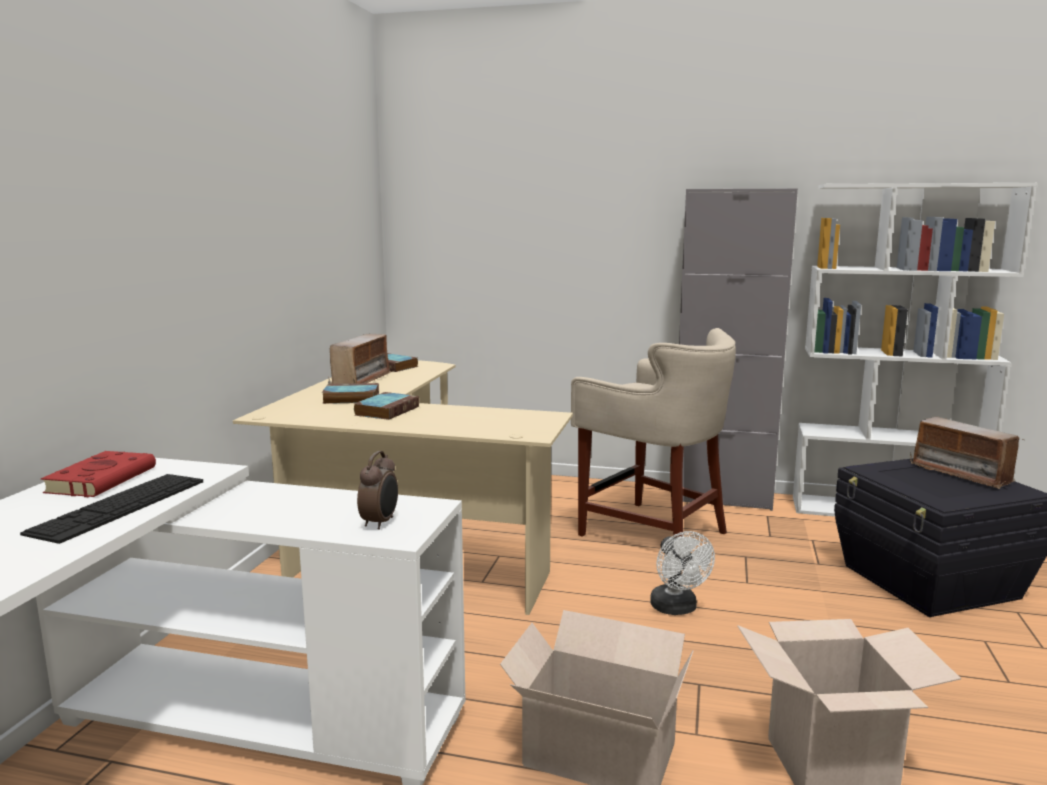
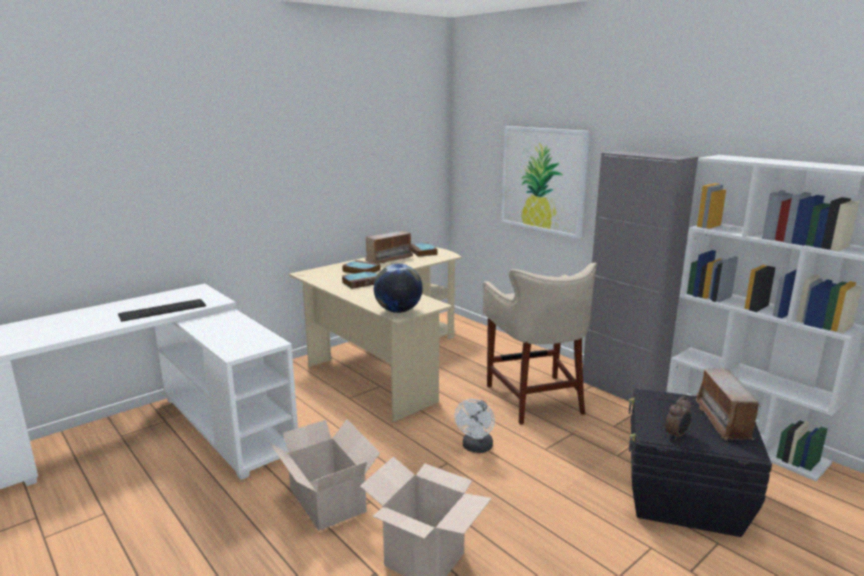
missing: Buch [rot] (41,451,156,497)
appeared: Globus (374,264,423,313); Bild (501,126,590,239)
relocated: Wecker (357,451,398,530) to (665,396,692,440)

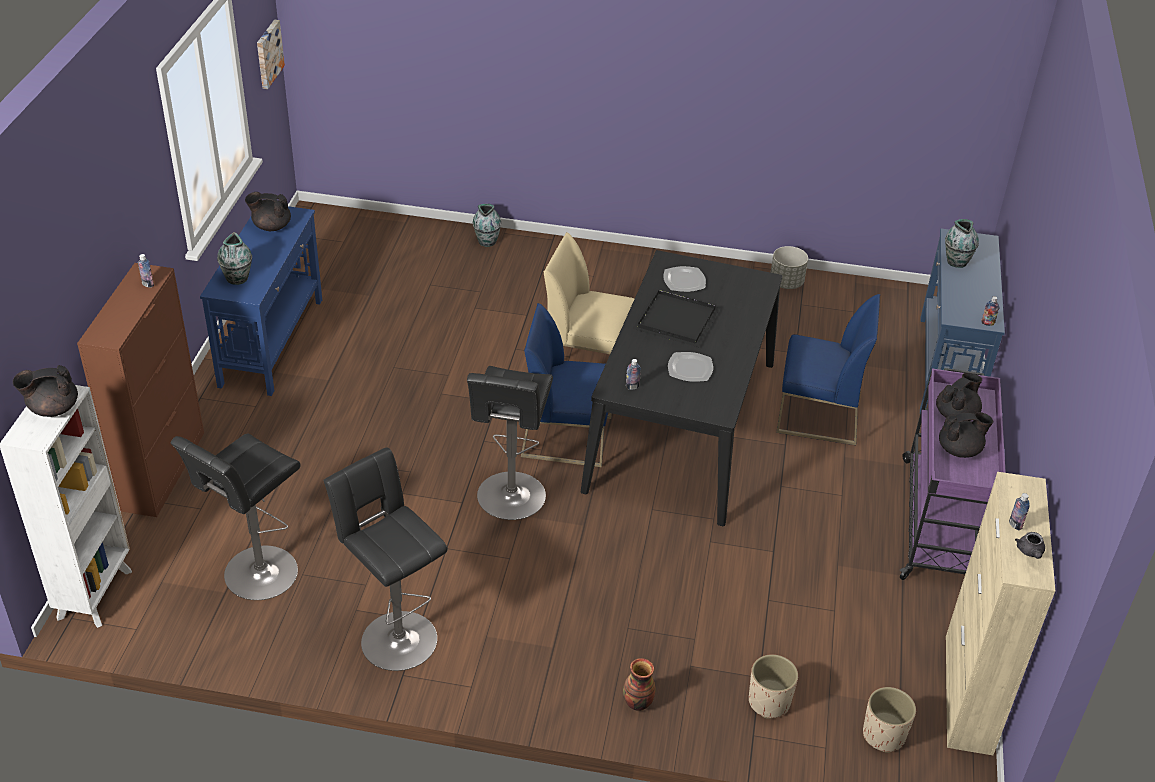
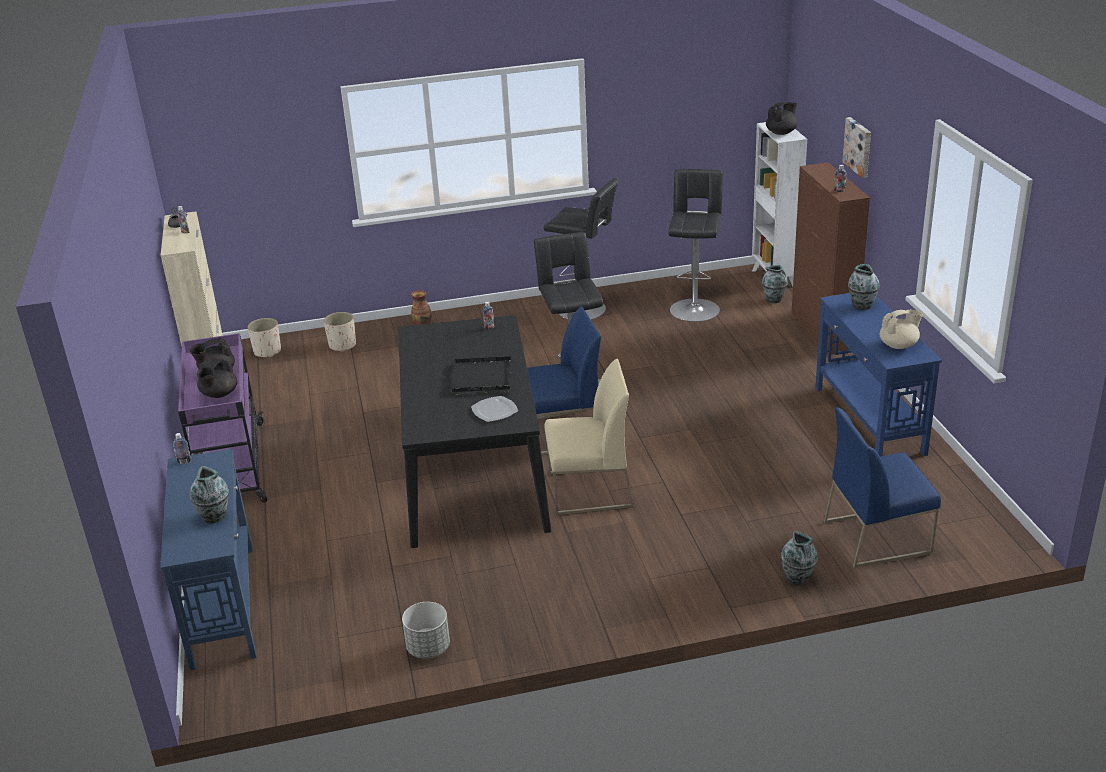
missing: Teller (668,352,713,382)
appeared: Vase (762,265,788,303)
relocated: Bild (257,20,285,89) to (842,117,871,178); Stuhl [blau] (776,294,880,445) to (824,407,941,568)
colour: Teekanne [schwarz] (245,192,291,231) to Teekanne [beige] (880,310,923,349)

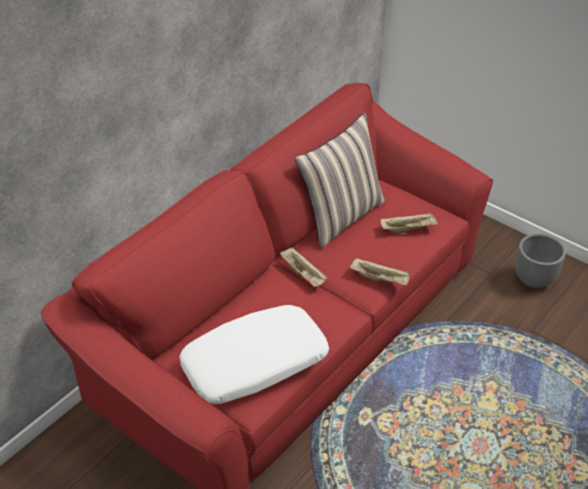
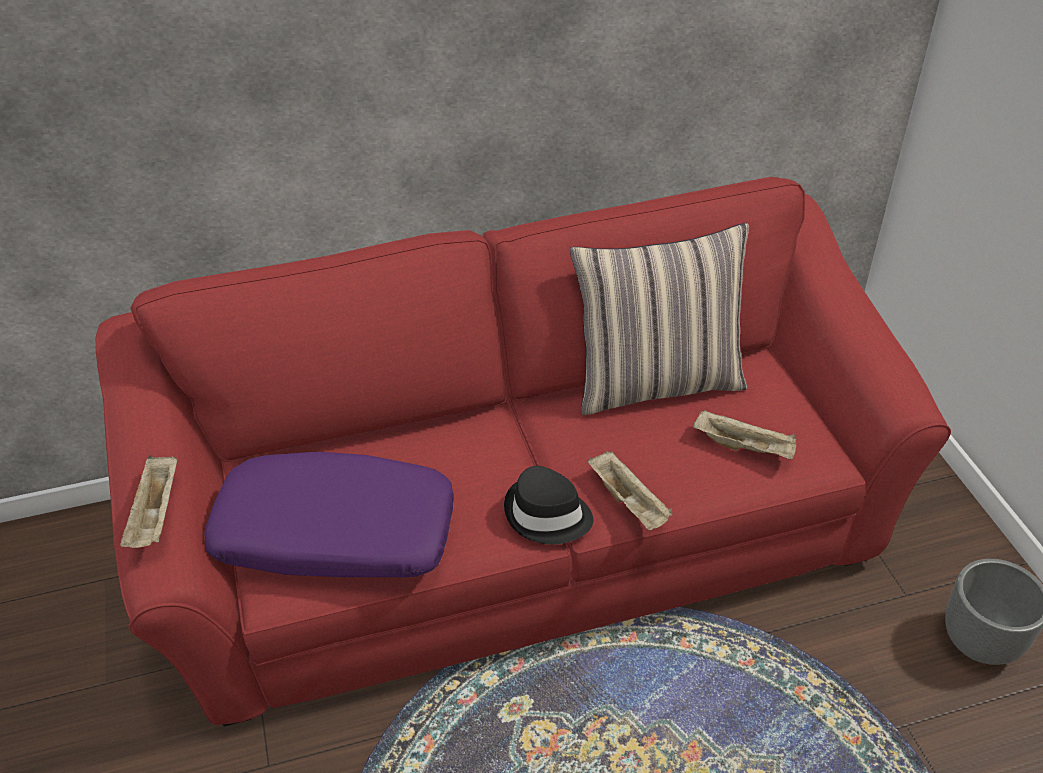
appeared: Hut [schwarz] (504,466,593,544)
relocated: Tablett [beige] (280,247,327,287) to (120,455,177,548)
colour: Kissen [weiß] (179,305,329,404) to Kissen [lila] (205,451,454,578)

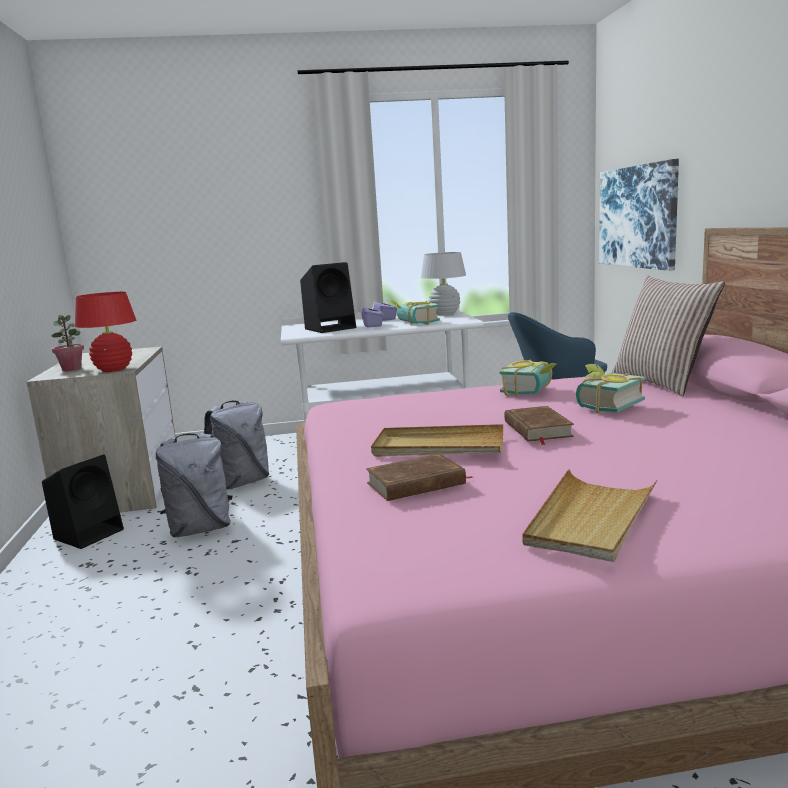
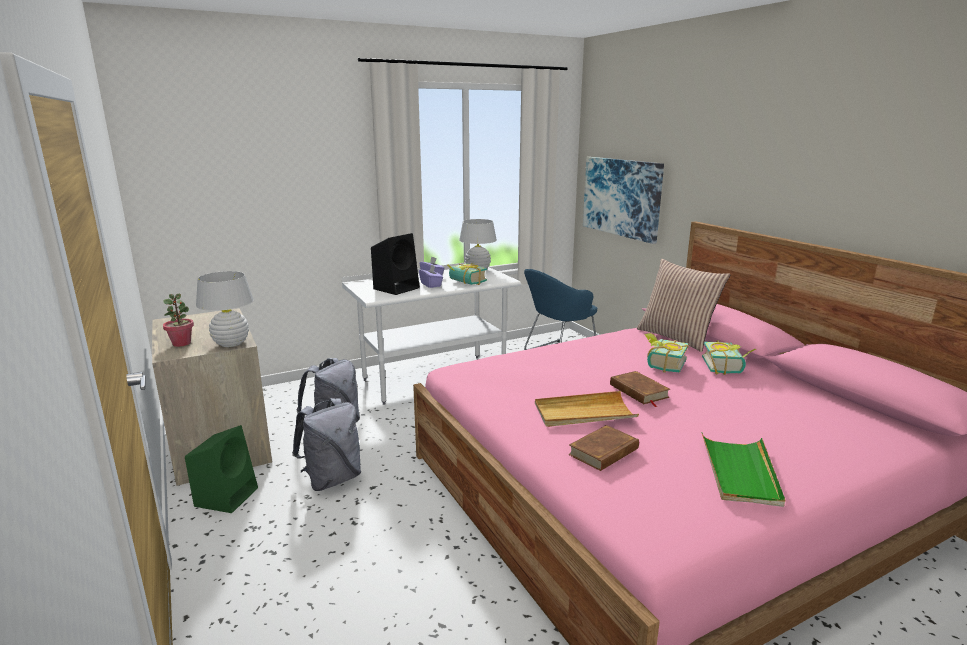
relocated: Buch (500,359,556,396) to (702,340,756,375)
colour: Lautsprecher [schwarz] (42,455,124,549) to Lautsprecher [grün] (185,425,258,513); Tischlampe [rot] (75,292,136,372) to Tischlampe [weiß] (196,271,254,347); Tablett [beige] (523,469,657,562) to Tablett [grün] (701,432,785,507)

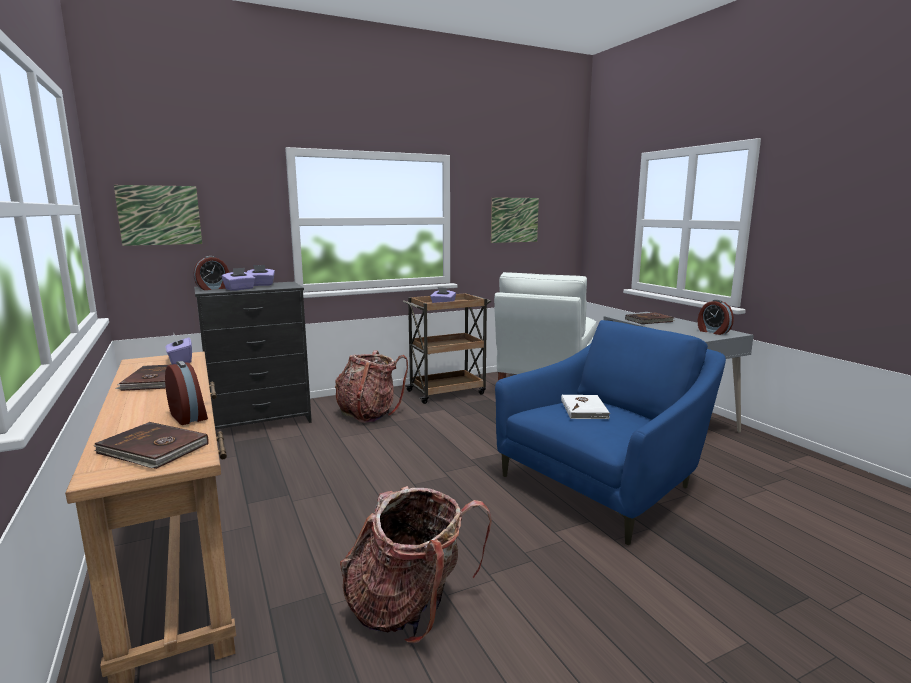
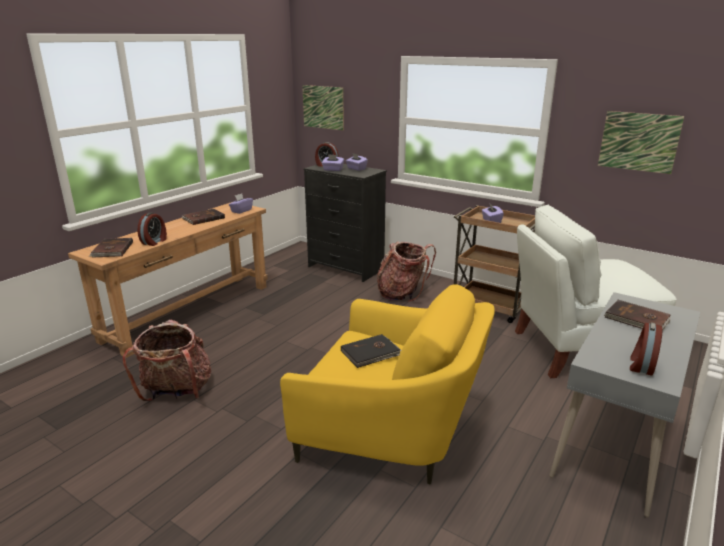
colour: Sessel [blau] (495,320,726,545) to Sessel [gelb] (280,284,495,485); Buch [weiß] (561,395,610,419) to Buch [schwarz] (341,334,402,368)

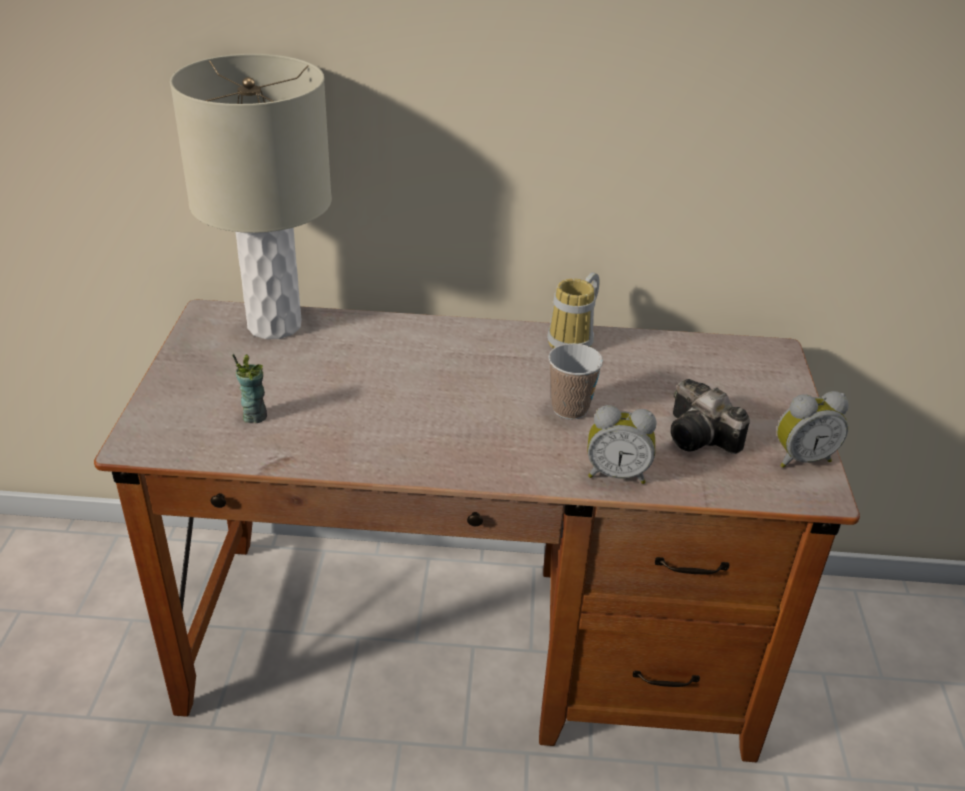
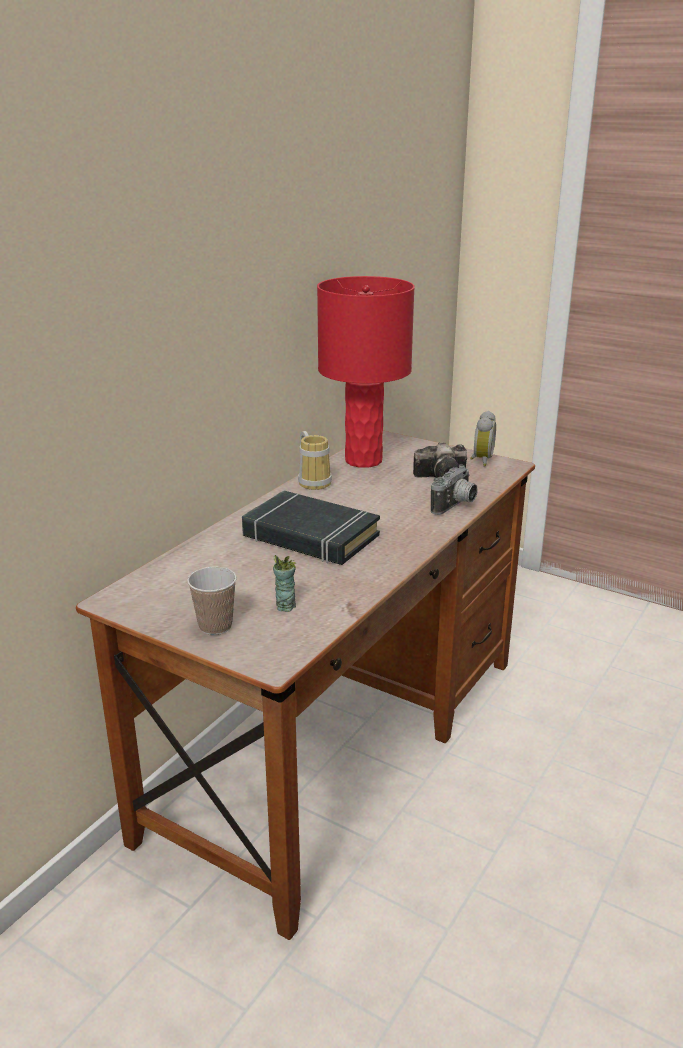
missing: Tischlampe [beige] (170,54,332,339)
appeared: Buch [schwarz] (242,490,380,565); Tischlampe [rot] (317,276,415,468)
relocated: Tasse (548,343,603,419) to (187,566,237,635)
exchanged: Wecker (588,405,656,484) to Kamera (431,464,478,515)

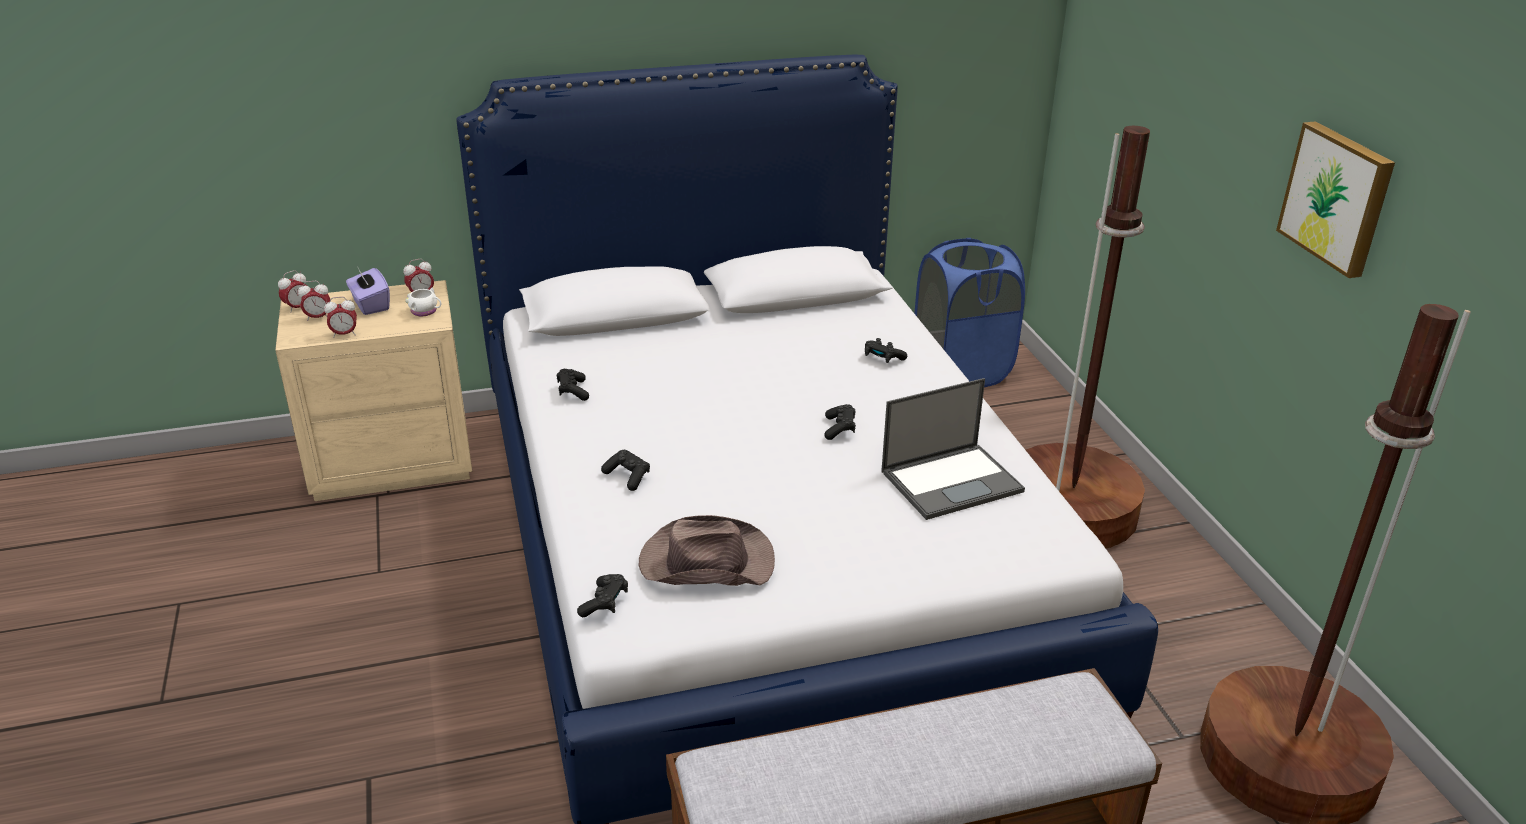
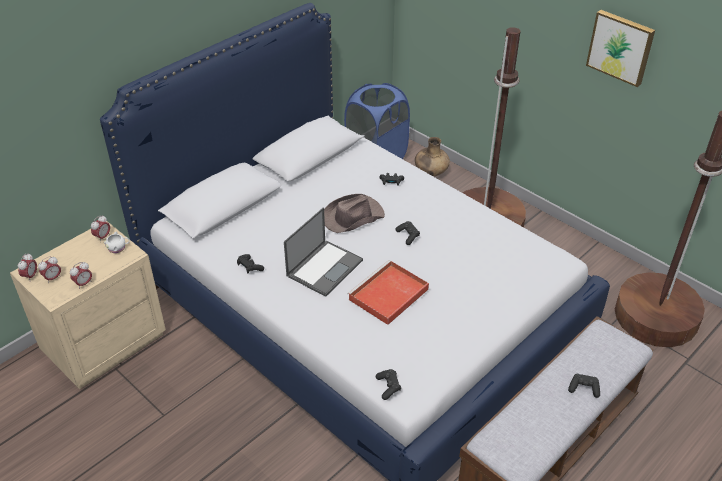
missing: Taschentuchbox [lila] (346,266,390,315)
appeared: Tablett [rot] (347,260,429,325); Vase [braun] (415,137,450,176)
relocated: Gamepad [schwarz] (601,450,650,491) to (568,373,600,398); Hut [braun] (639,515,775,586) to (324,194,385,233); Laptop (881,378,1025,520) to (284,207,363,297)

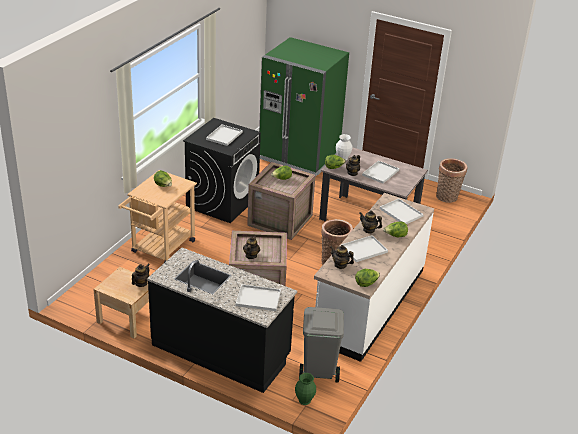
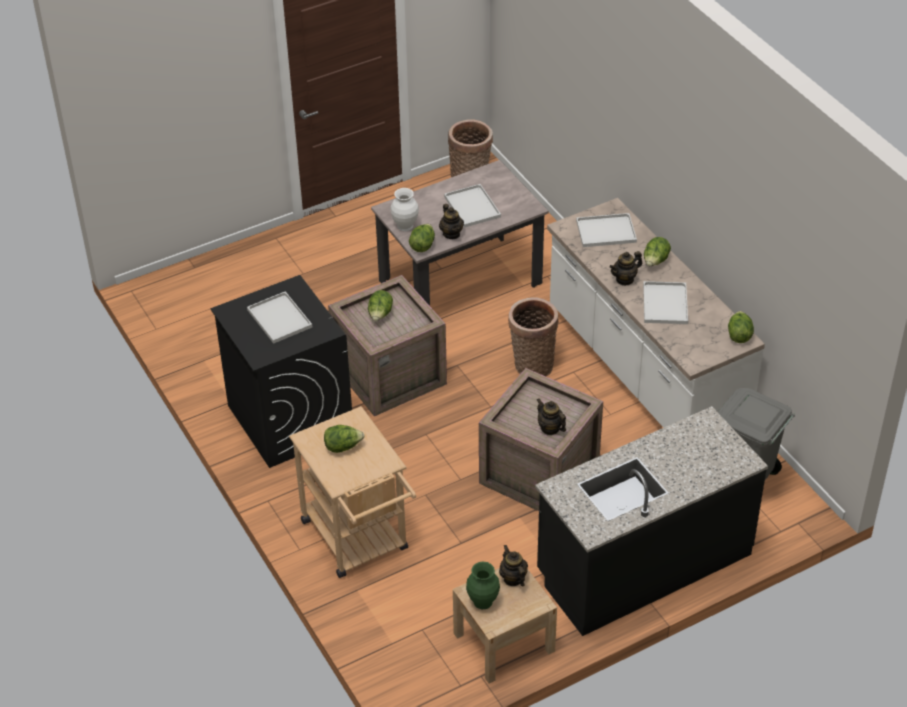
missing: Tablett [weiß] (236,284,281,311); Kühlschrank [grün] (259,37,349,177); Teekanne (330,245,354,269)
relocated: Vase [grün] (295,373,316,405) to (466,561,500,609)

